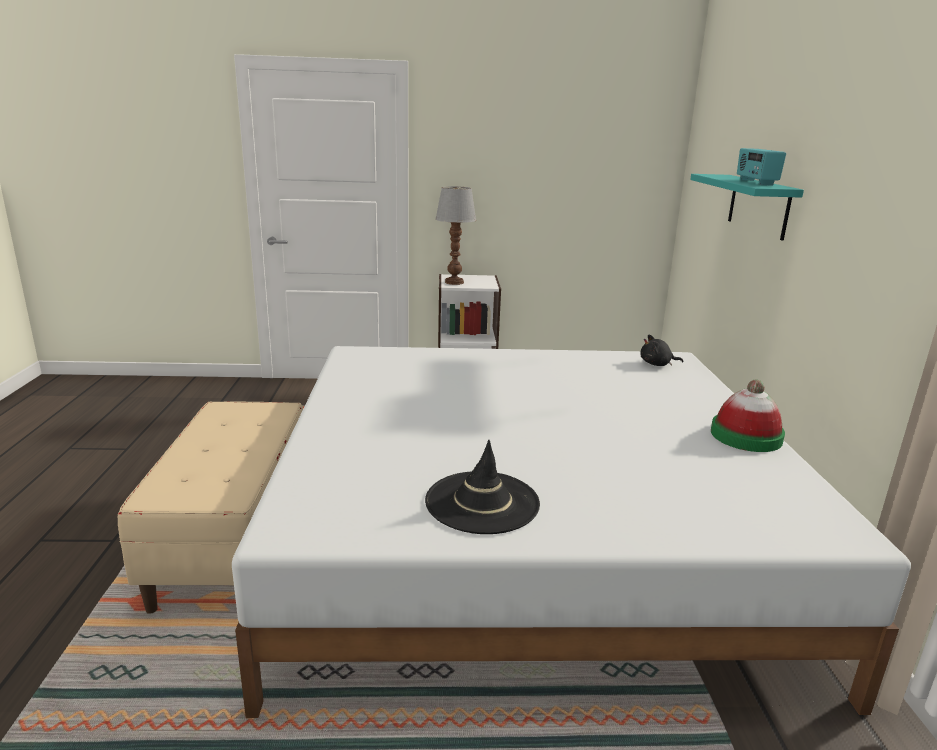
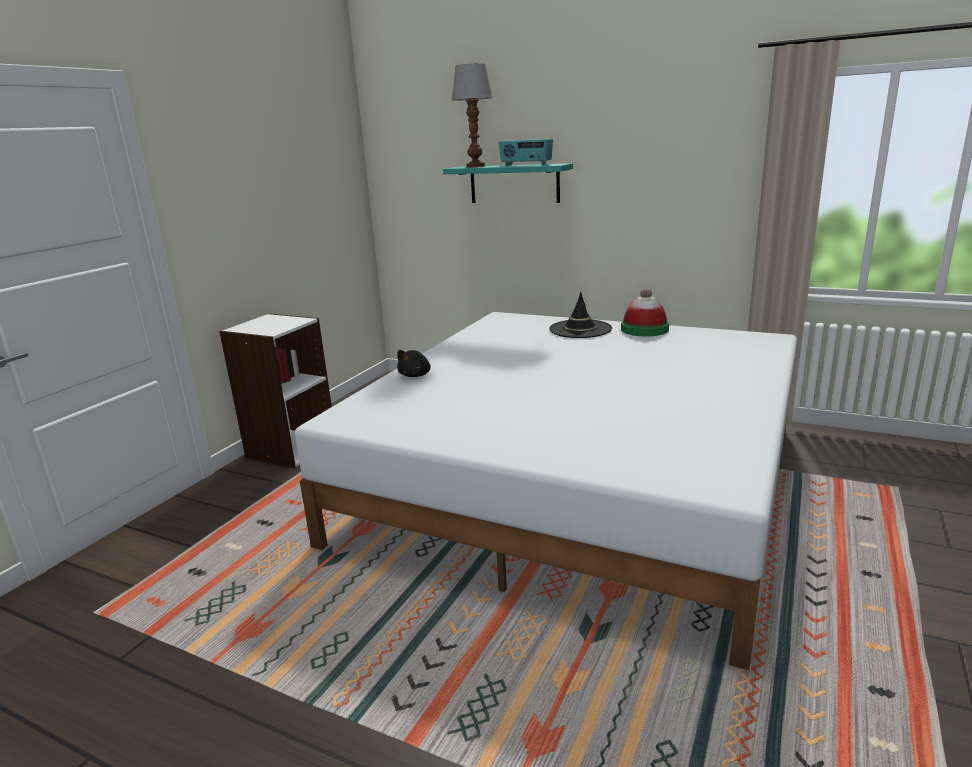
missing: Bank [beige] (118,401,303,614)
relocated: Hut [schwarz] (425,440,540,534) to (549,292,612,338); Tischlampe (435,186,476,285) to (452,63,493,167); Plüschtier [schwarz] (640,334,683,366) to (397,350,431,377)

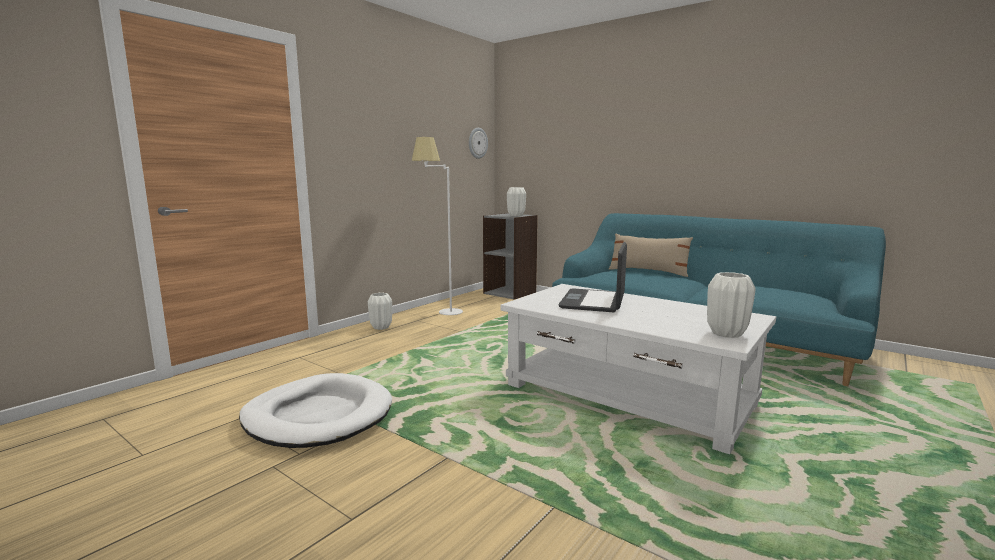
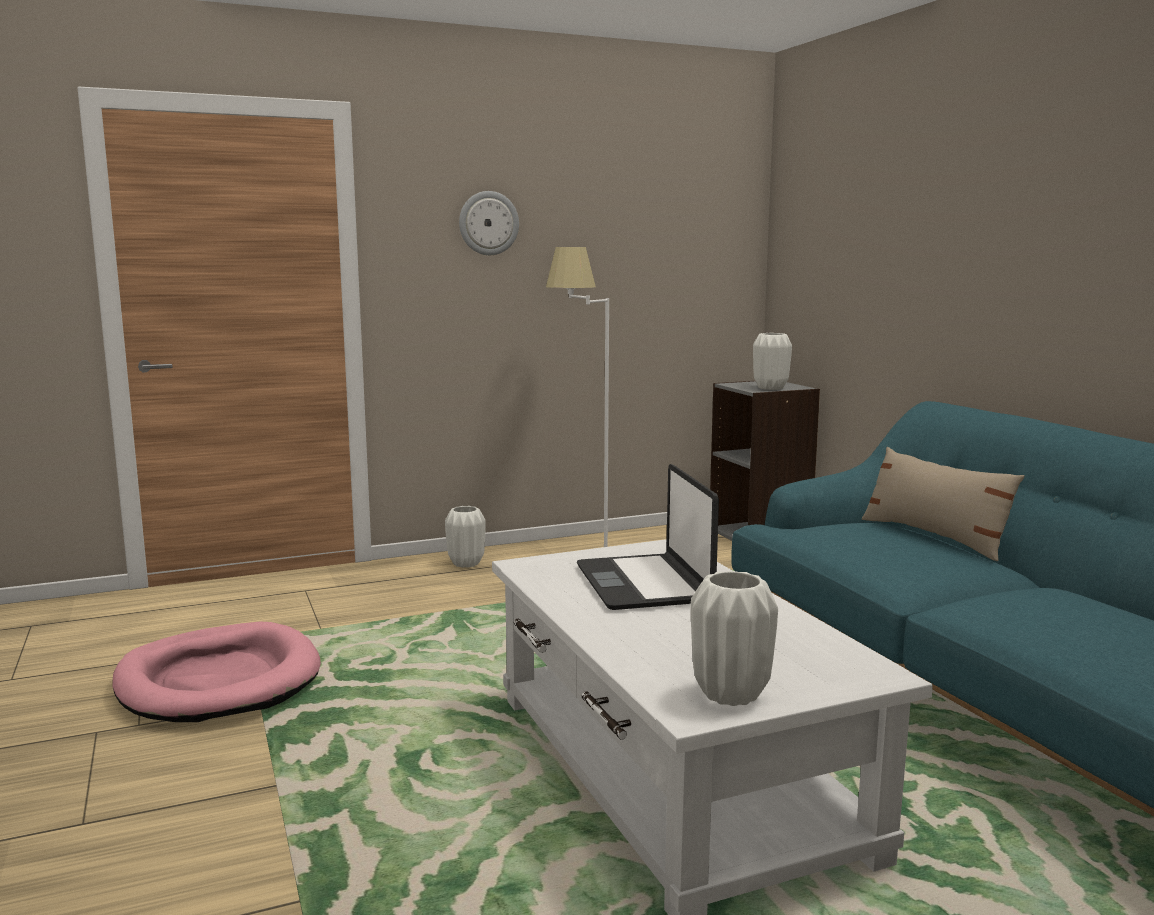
relocated: Wanduhr (469,128,488,159) to (459,191,519,255)
colour: Hundebett [weiß] (239,373,392,448) to Hundebett [rosa] (112,622,321,722)
spun: Laptop (558,242,627,312) = (577,464,719,610) 60 degrees counterclockwise

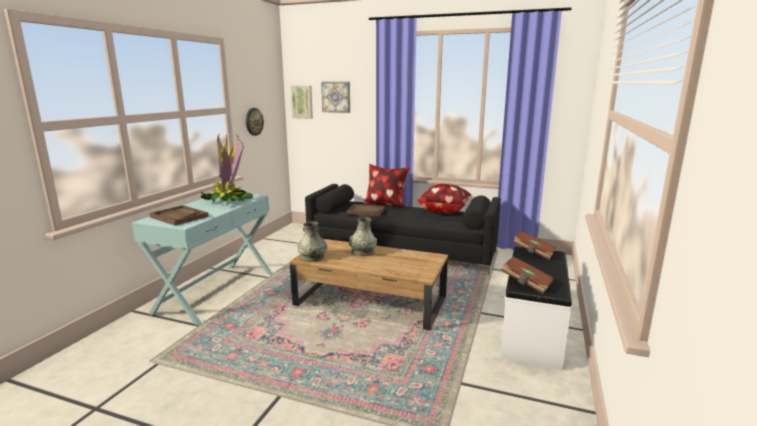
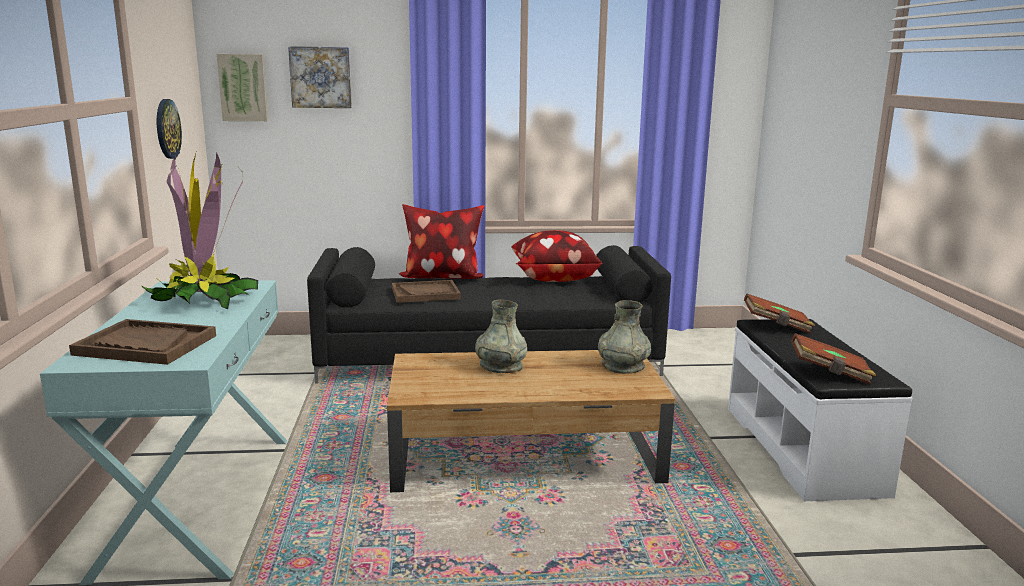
relocated: Vase [grau] (297,221,327,261) to (598,300,651,374)

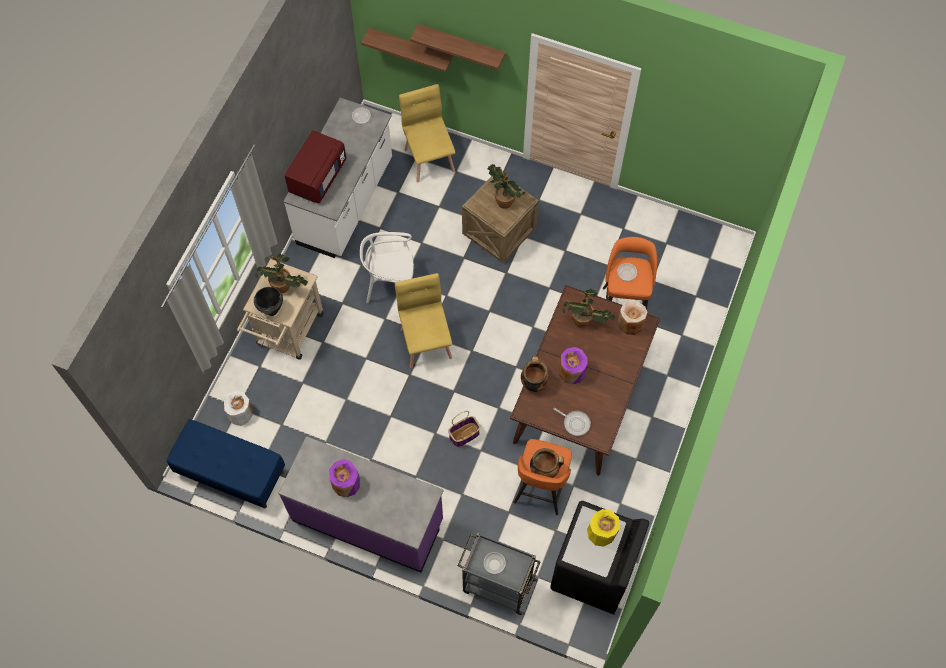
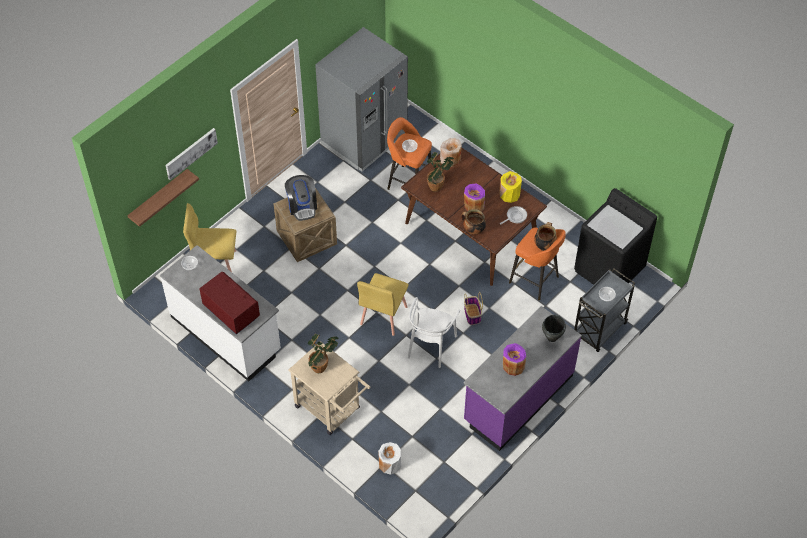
missing: Bank [blau] (167,419,285,509)
appeared: Kühlschrank [grau] (315,27,408,172)
relocated: Kochtopf [schwarz] (254,287,283,316) to (542,315,566,342); Stuhl [weiß] (360,232,414,303) to (408,297,460,368); Vase [gelb] (587,509,620,546) to (499,171,522,203)
exchanged: Wandregal (410,24,506,70) to Bild (166,128,218,180); Topfpflanze (488,164,525,209) to Kaffeemaschine (285,175,317,221)
spun: Stuhl [gelb] (395,273,452,368) = (357,273,409,336) 75 degrees counterclockwise

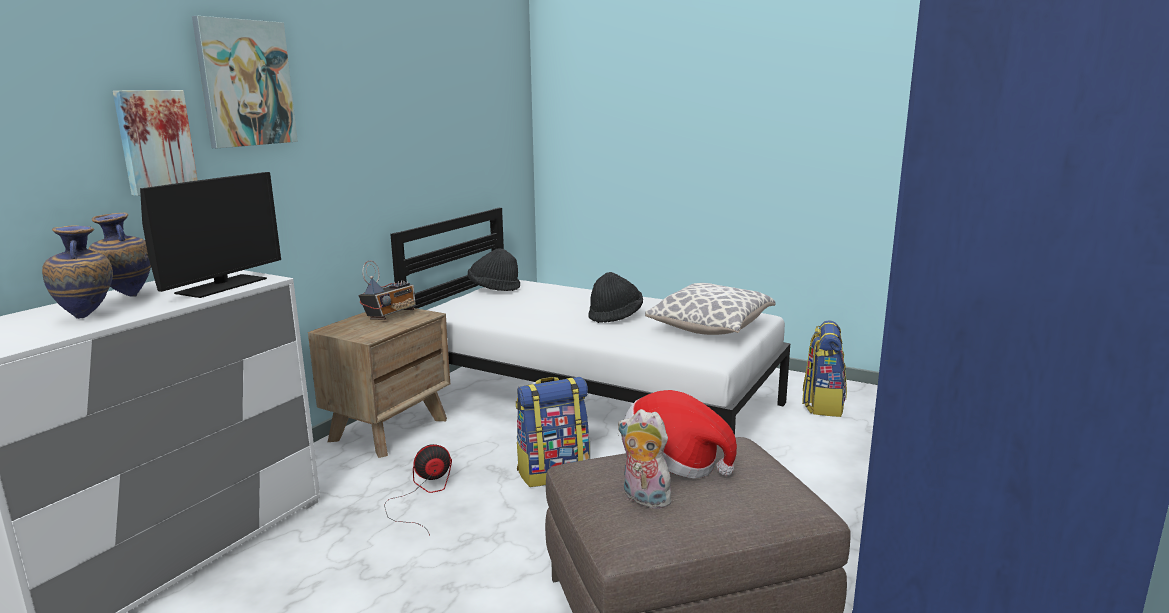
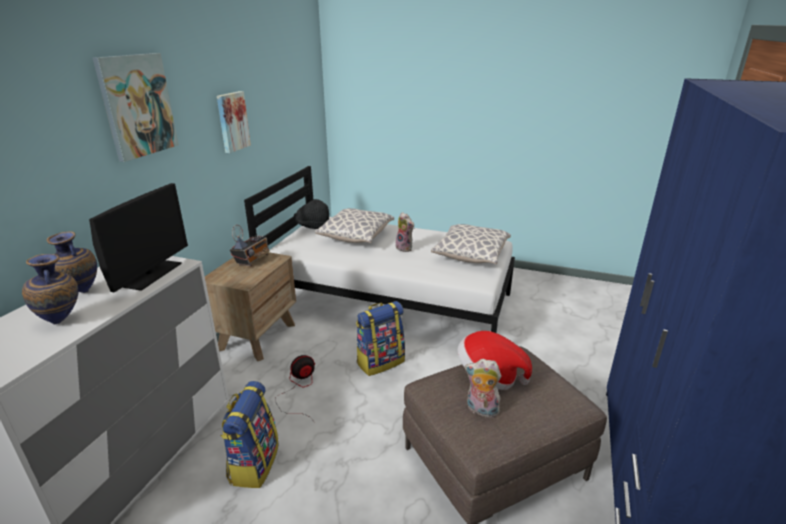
appeared: Kissen (315,208,394,243)
relocated: Bild (113,90,198,196) to (217,91,251,153); Rucksack (802,320,847,417) to (220,381,279,488)
exchanged: Hut [schwarz] (588,272,643,323) to Plüschtier (396,212,414,252)

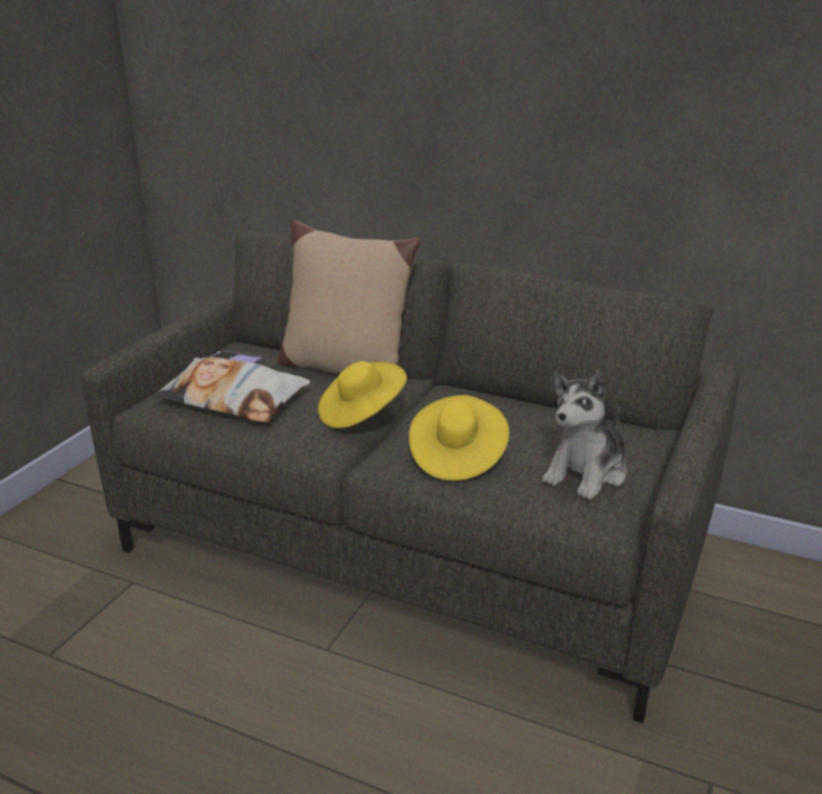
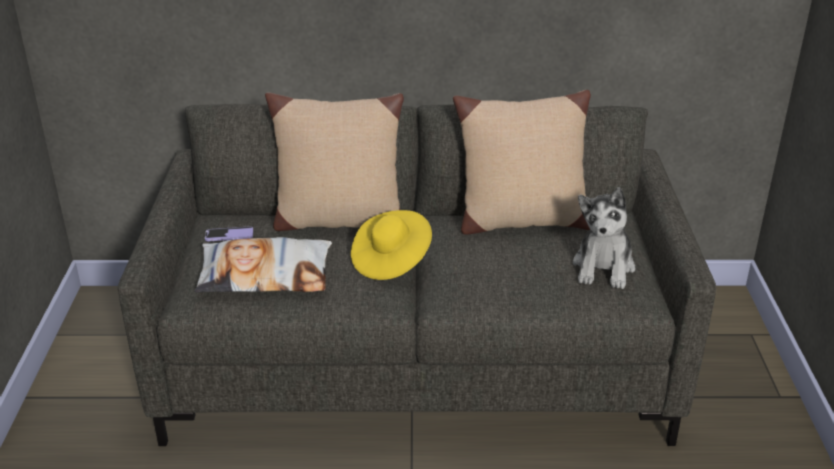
missing: Hut [gelb] (409,395,509,481)
appeared: Kissen [beige] (453,90,591,235)

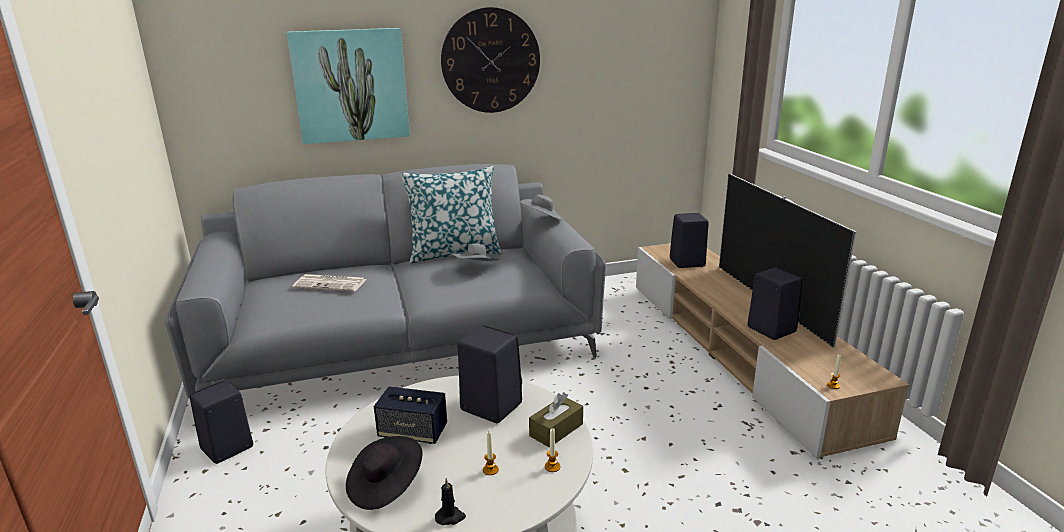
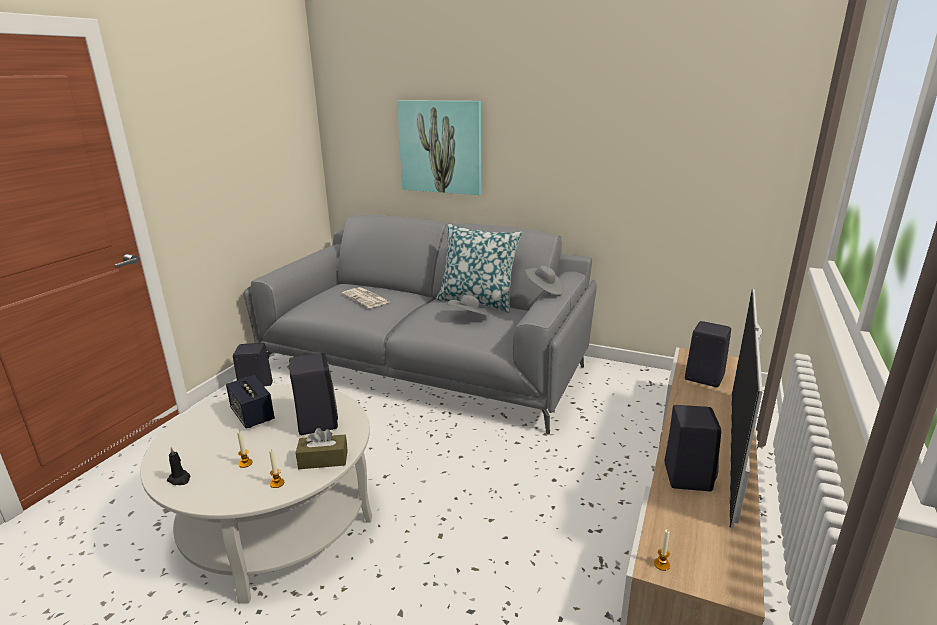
missing: Hut [schwarz] (346,436,423,510); Wanduhr (441,7,540,113)

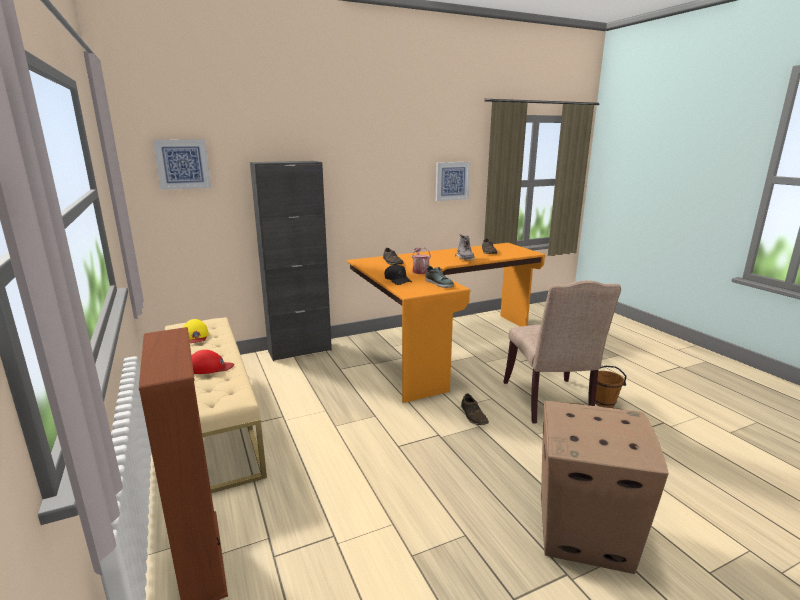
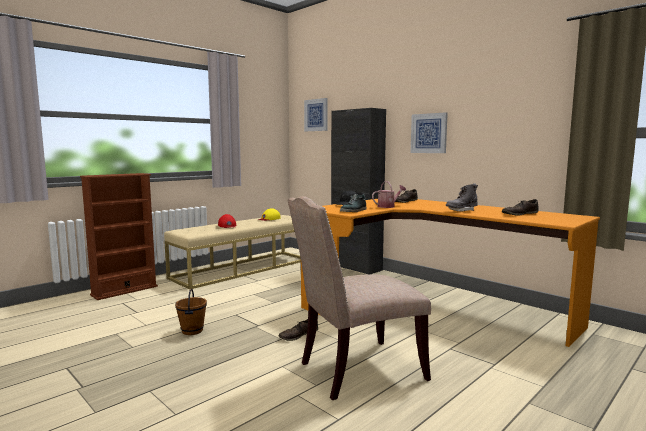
missing: Karton (541,401,669,574)
relocated: Bild (436,162,470,201) to (411,112,448,153); Eimer [braun] (595,366,627,407) to (175,288,207,335)

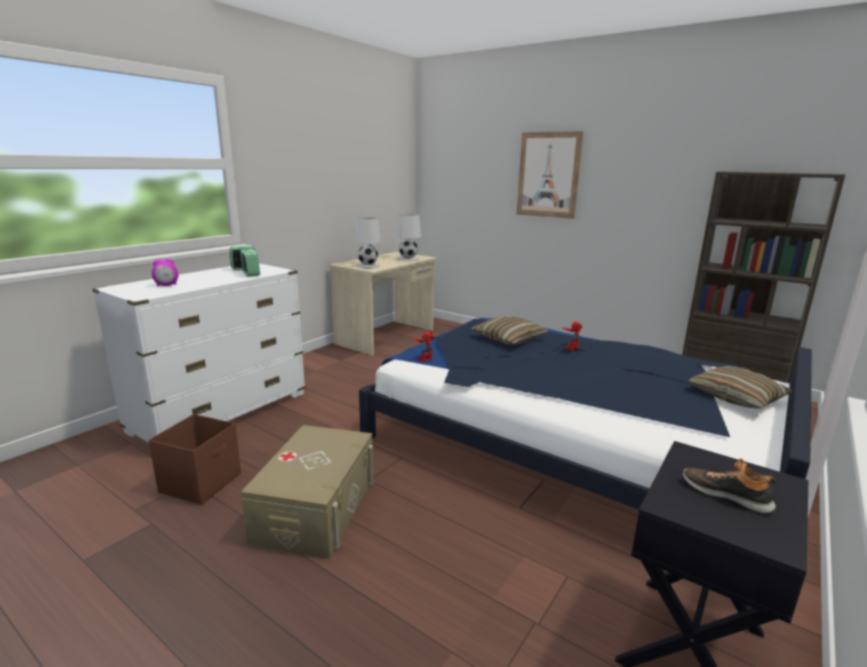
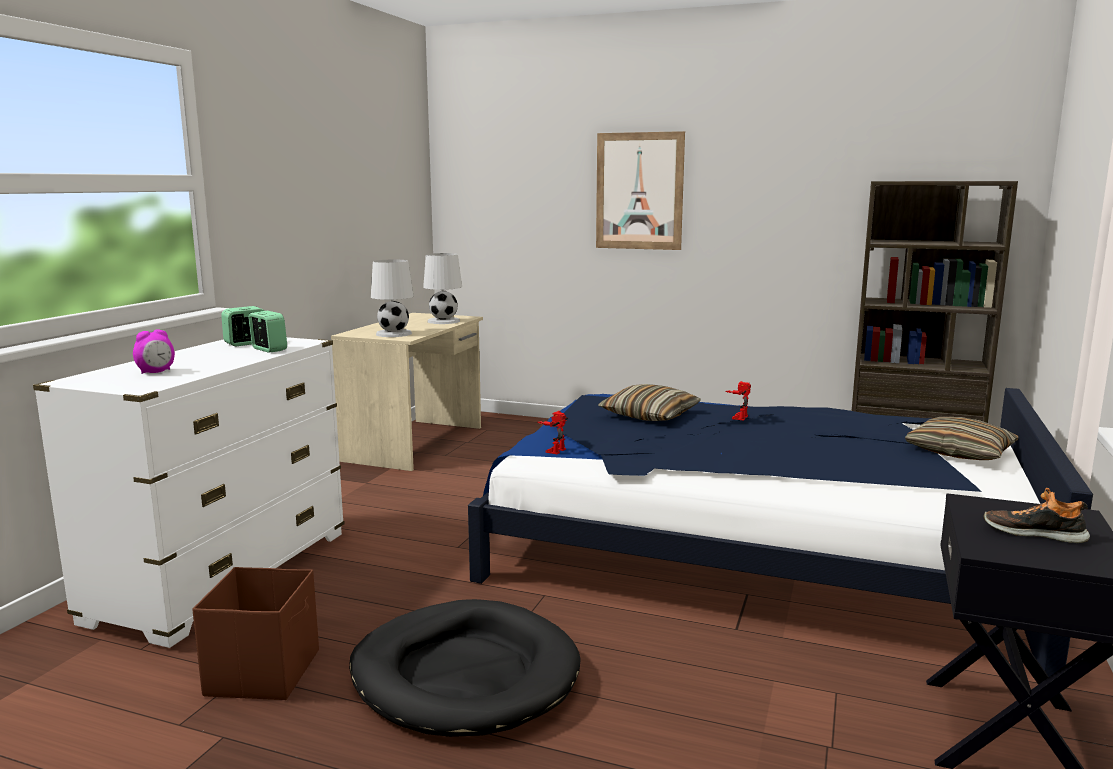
exchanged: Aufbewahrungsbox [beige] (241,425,374,559) to Hundebett [schwarz] (349,599,581,737)

